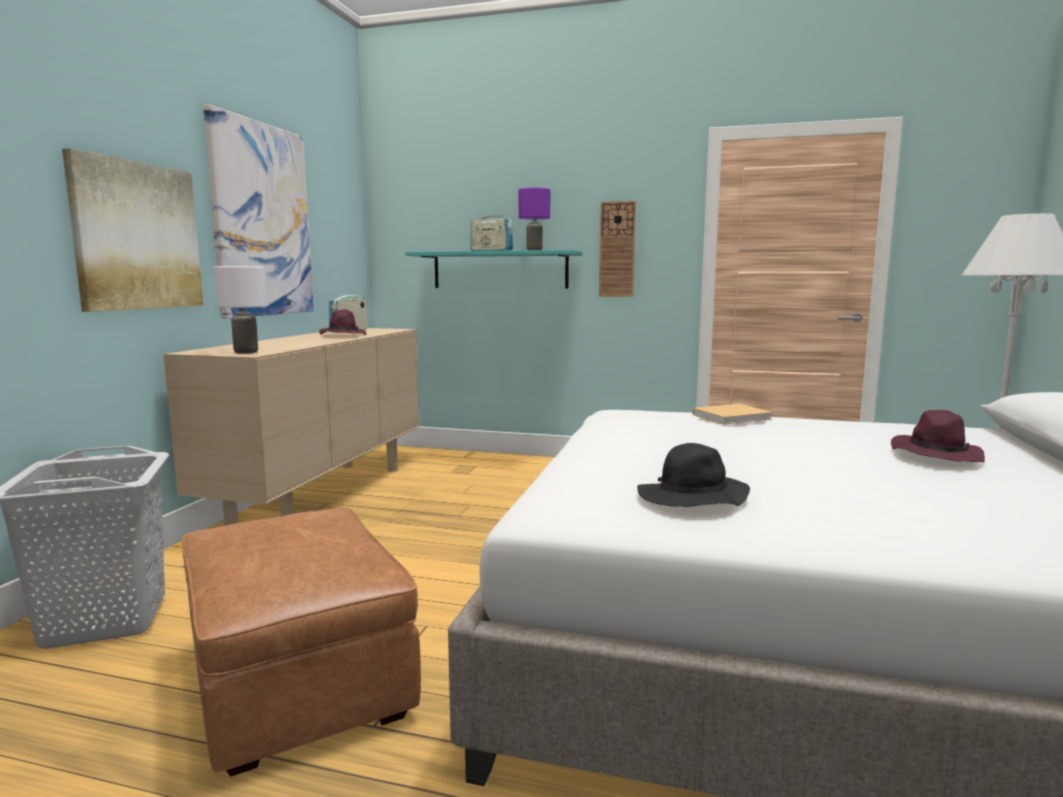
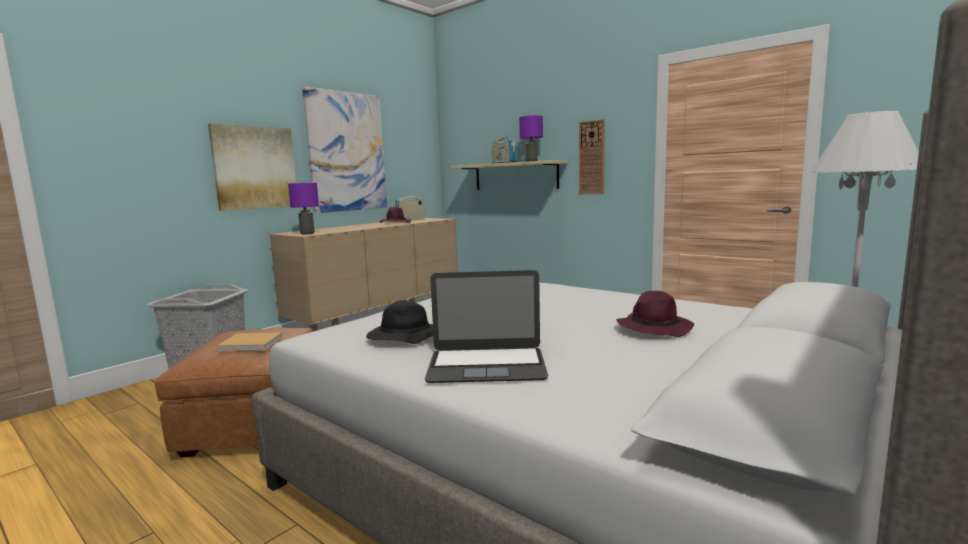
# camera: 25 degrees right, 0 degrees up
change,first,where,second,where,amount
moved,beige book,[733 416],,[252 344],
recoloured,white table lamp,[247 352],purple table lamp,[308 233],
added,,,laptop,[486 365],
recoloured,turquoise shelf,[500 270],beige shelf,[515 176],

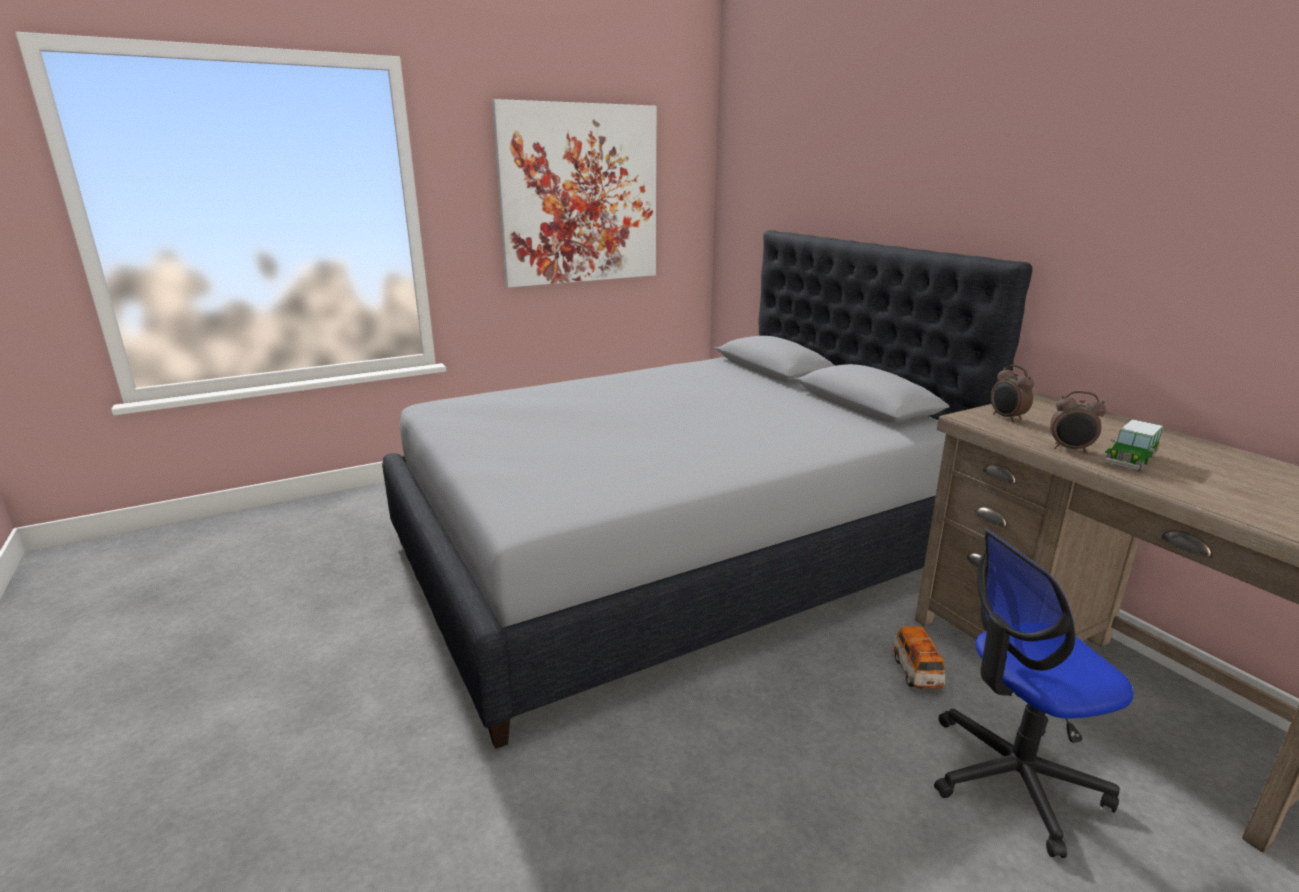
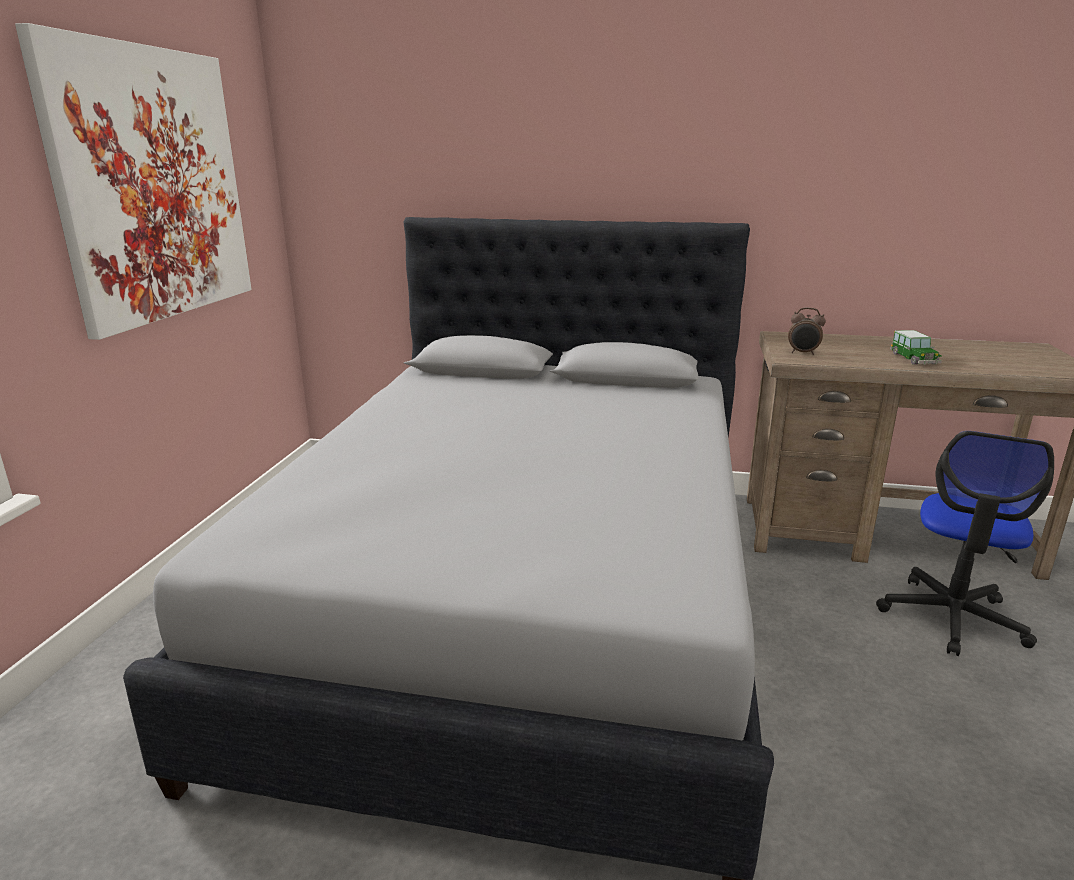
# camera: 50 degrees left, 0 degrees up
change,first,where,second,where,amount
removed,toy car,[916 671],,,
removed,alarm clock,[1070 449],,,

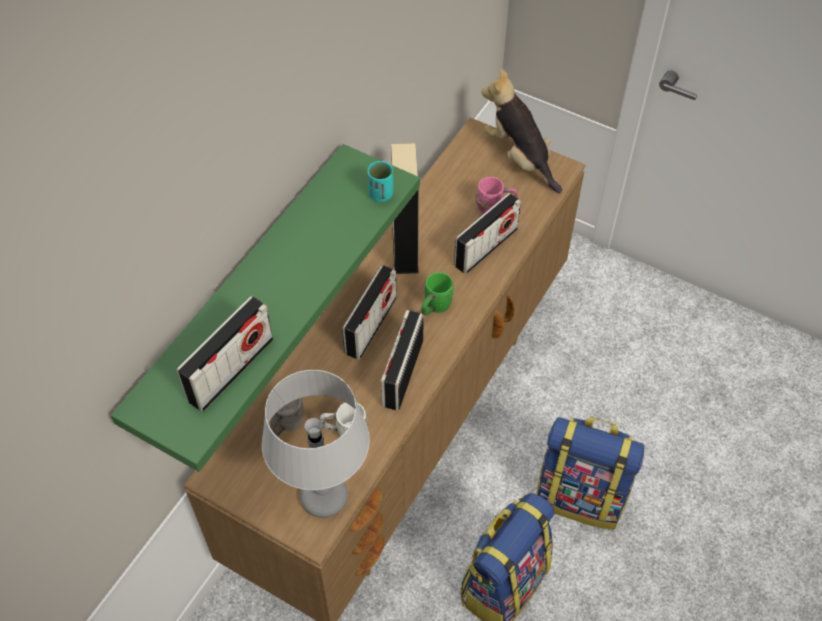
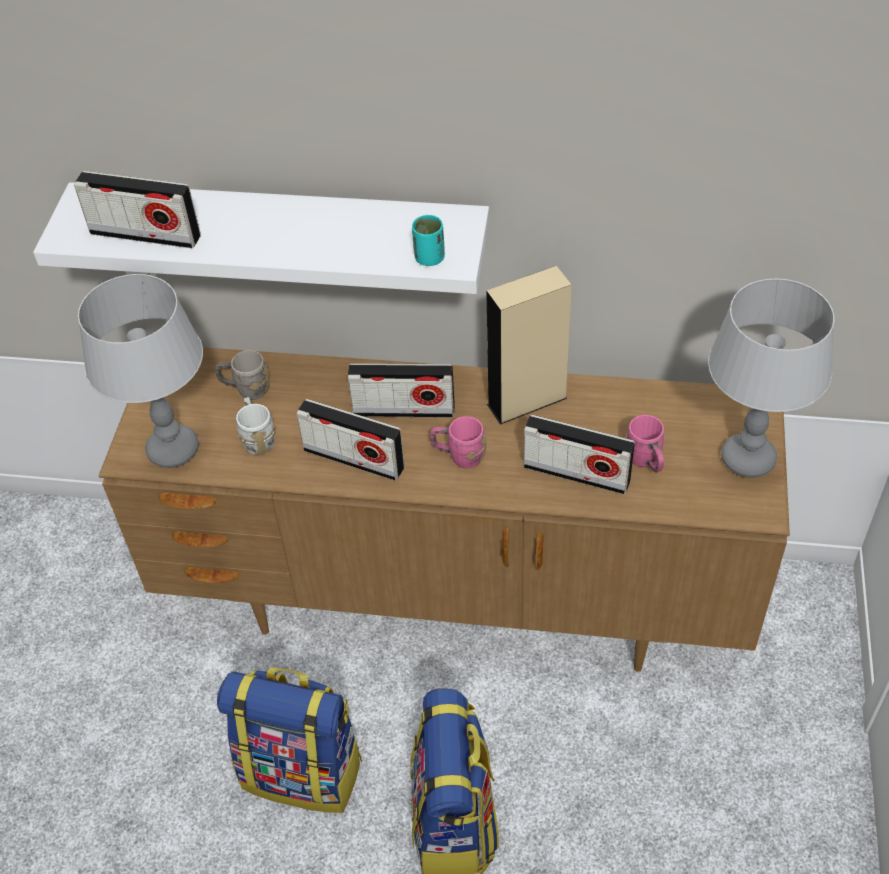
# camera: 70 degrees right, 5 degrees down
change,first,where,second,where,amount
recoloured,green shelf,[242 293],white shelf,[281 232],
turned,radio,[402 373],,[354 458],150 degrees counterclockwise
recoloured,green mug,[435 307],pink mug,[459 456],
replaced,plush toy,[519 158],grey table lamp,[747 459],

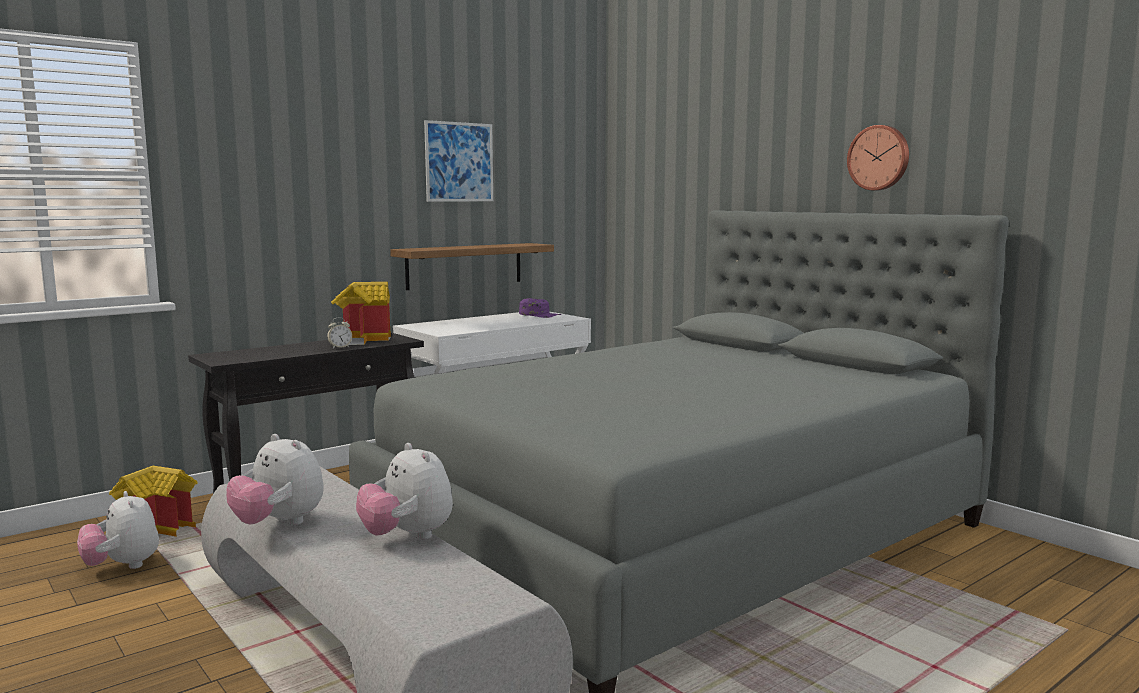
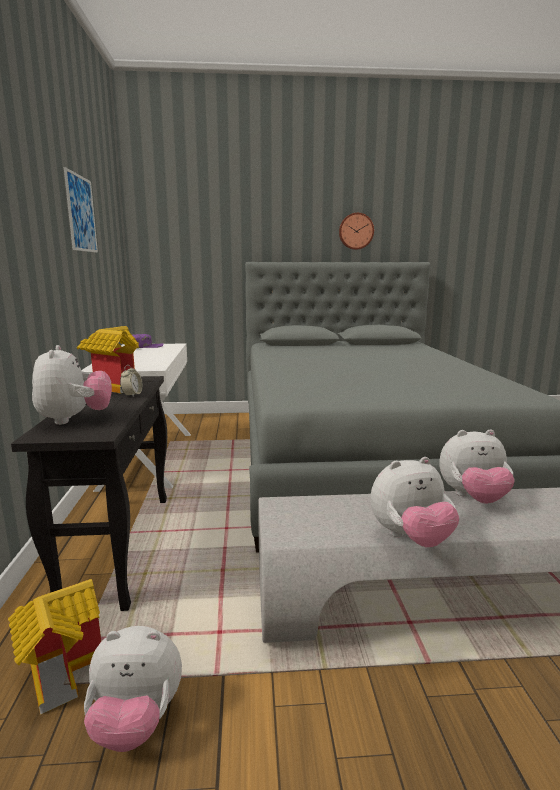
# camera: 55 degrees left, 5 degrees up
change,first,where,second,where,amount
added,,,plush toy,[74 419],
removed,shelf,[465 265],,,

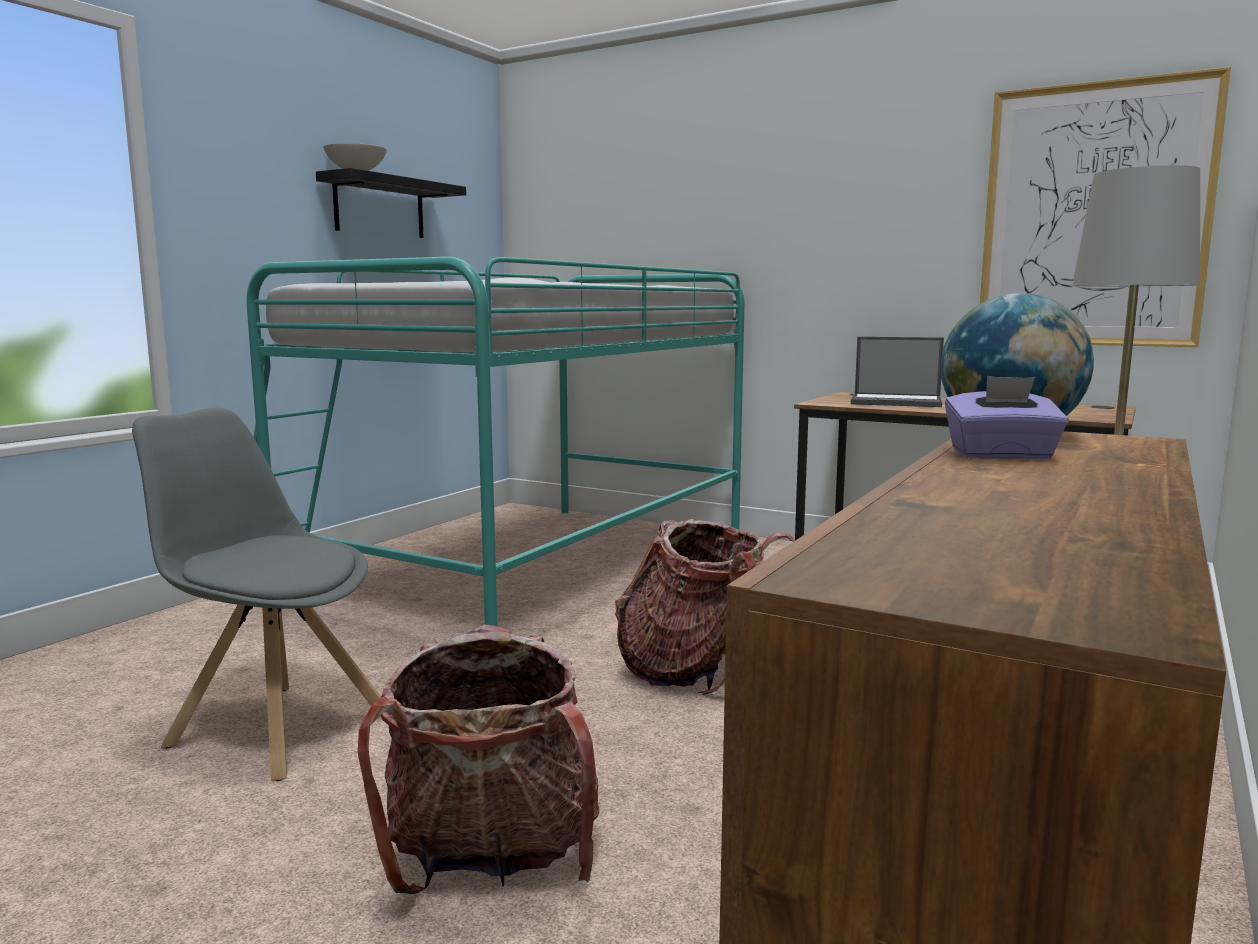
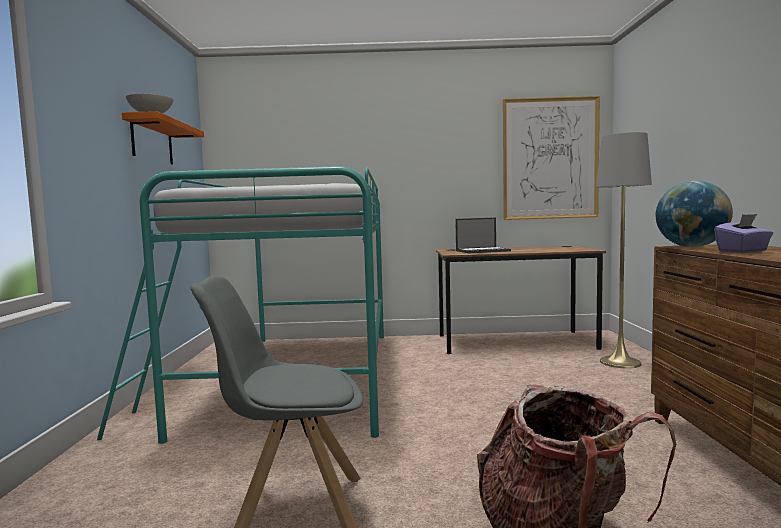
# camera: 30 degrees left, 5 degrees down
change,first,where,second,where,amount
recoloured,black shelf,[379 207],orange shelf,[152 142],
removed,backpack,[697 671],,,

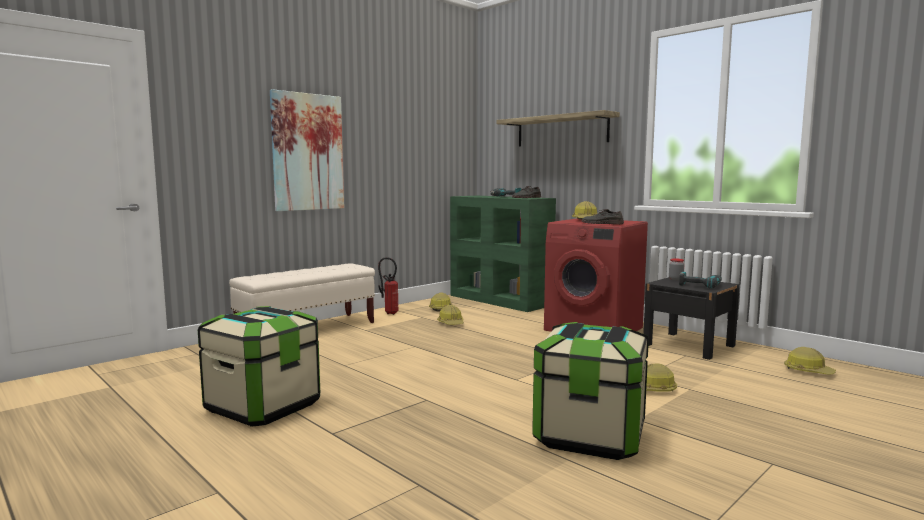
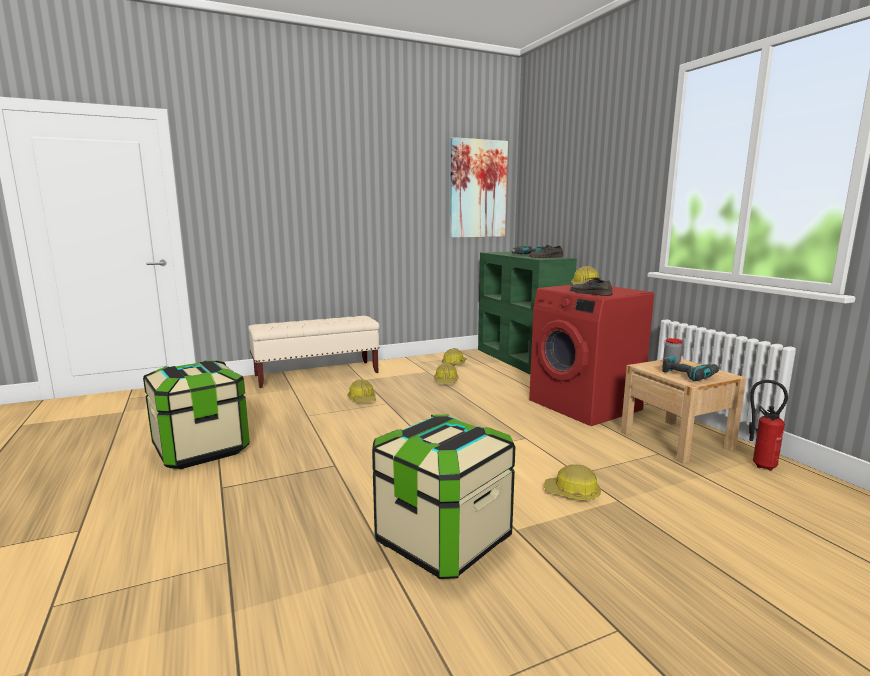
# camera: 20 degrees right, 5 degrees up
change,first,where,second,where,amount
moved,hard hat,[808 371],,[362 399],
moved,picture,[307 152],,[478 189],
recoloured,black nightstand,[688 345],beige nightstand,[676 440],
moved,fire extinguisher,[389 313],,[759 465],
removed,shelf,[561 130],,,

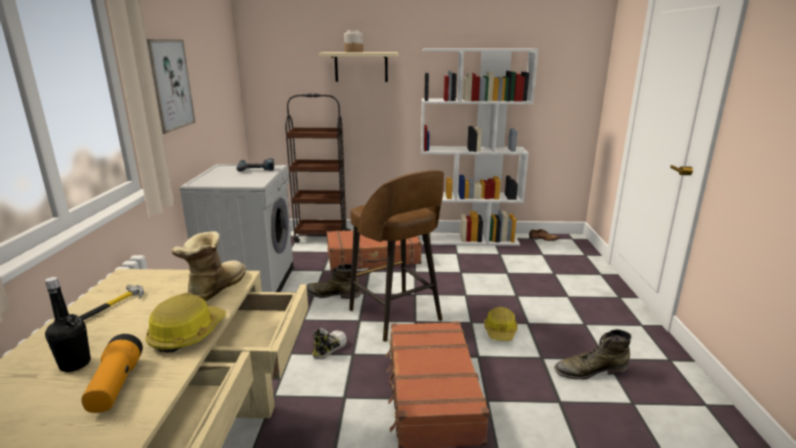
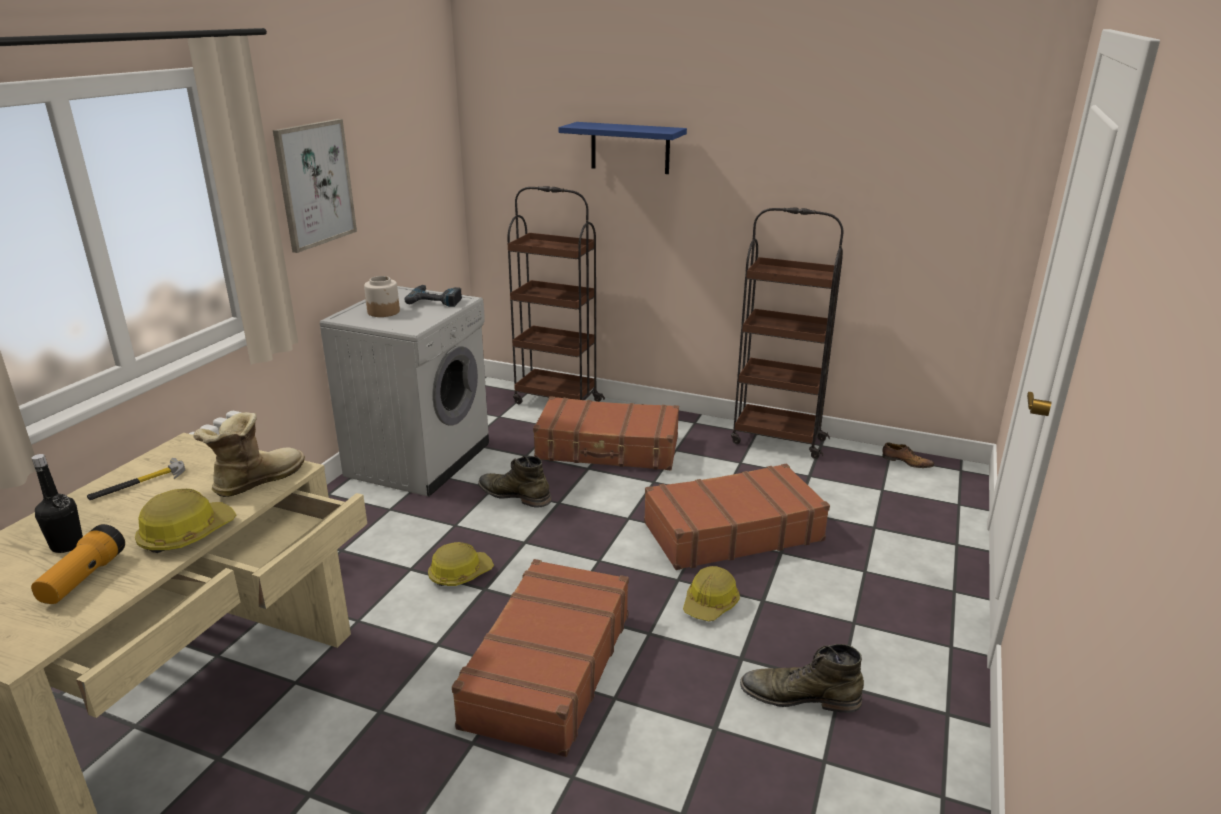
# camera: 20 degrees right, 5 degrees up
change,first,where,second,where,amount
moved,jar,[354 52],,[384 312],
replaced,shoe,[328 348],hard hat,[460 574],
recoloured,beige shelf,[361 67],blue shelf,[630 148],
added,,,brown suitcase,[731 531],
replaced,white bookcase,[468 239],brown cart,[777 441],
removed,brown stool,[396 316],,,

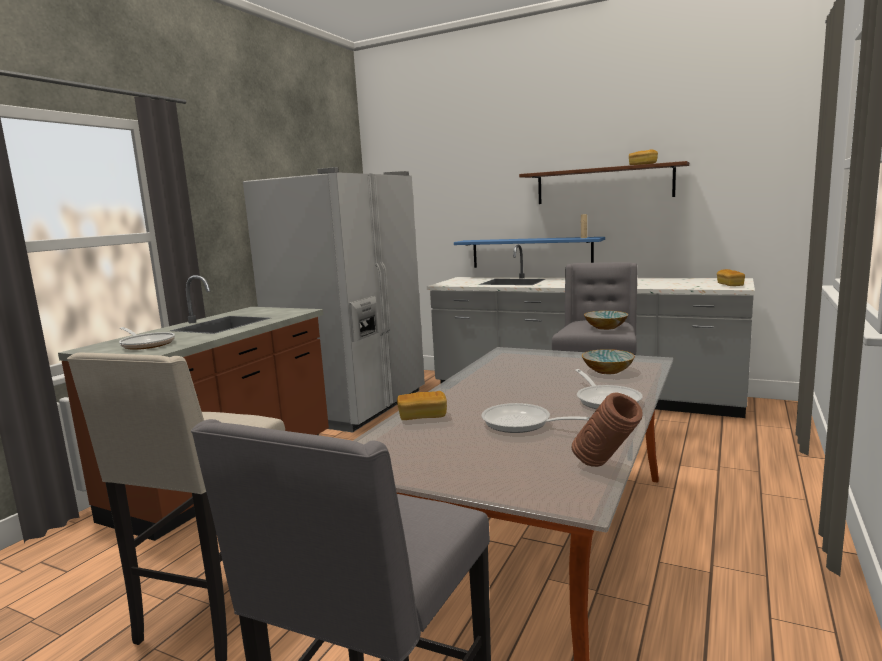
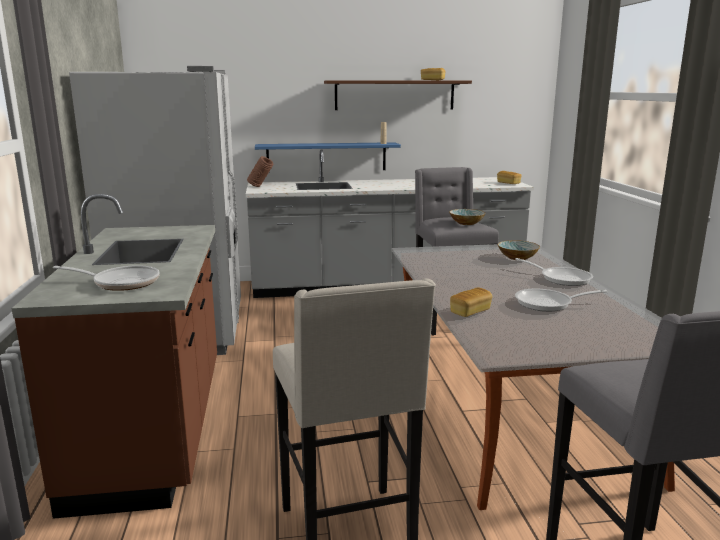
# camera: 35 degrees left, 5 degrees up
change,first,where,second,where,amount
moved,brown vase,[606 467],,[261 187],

